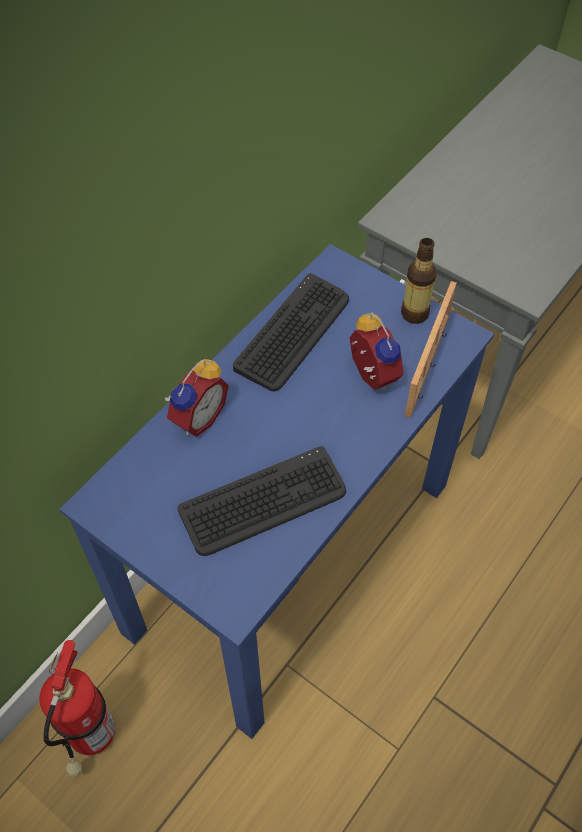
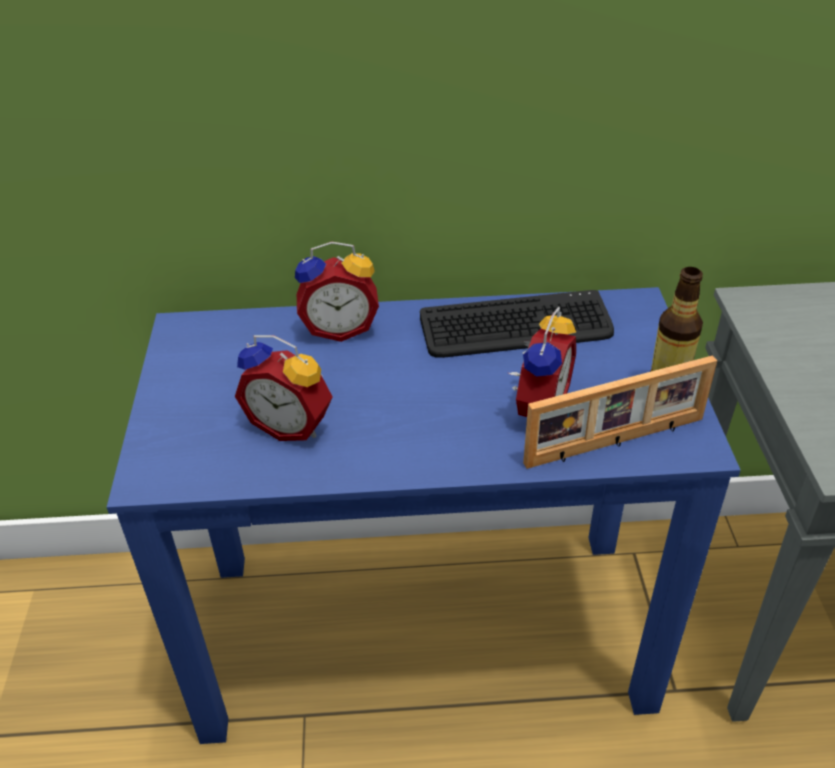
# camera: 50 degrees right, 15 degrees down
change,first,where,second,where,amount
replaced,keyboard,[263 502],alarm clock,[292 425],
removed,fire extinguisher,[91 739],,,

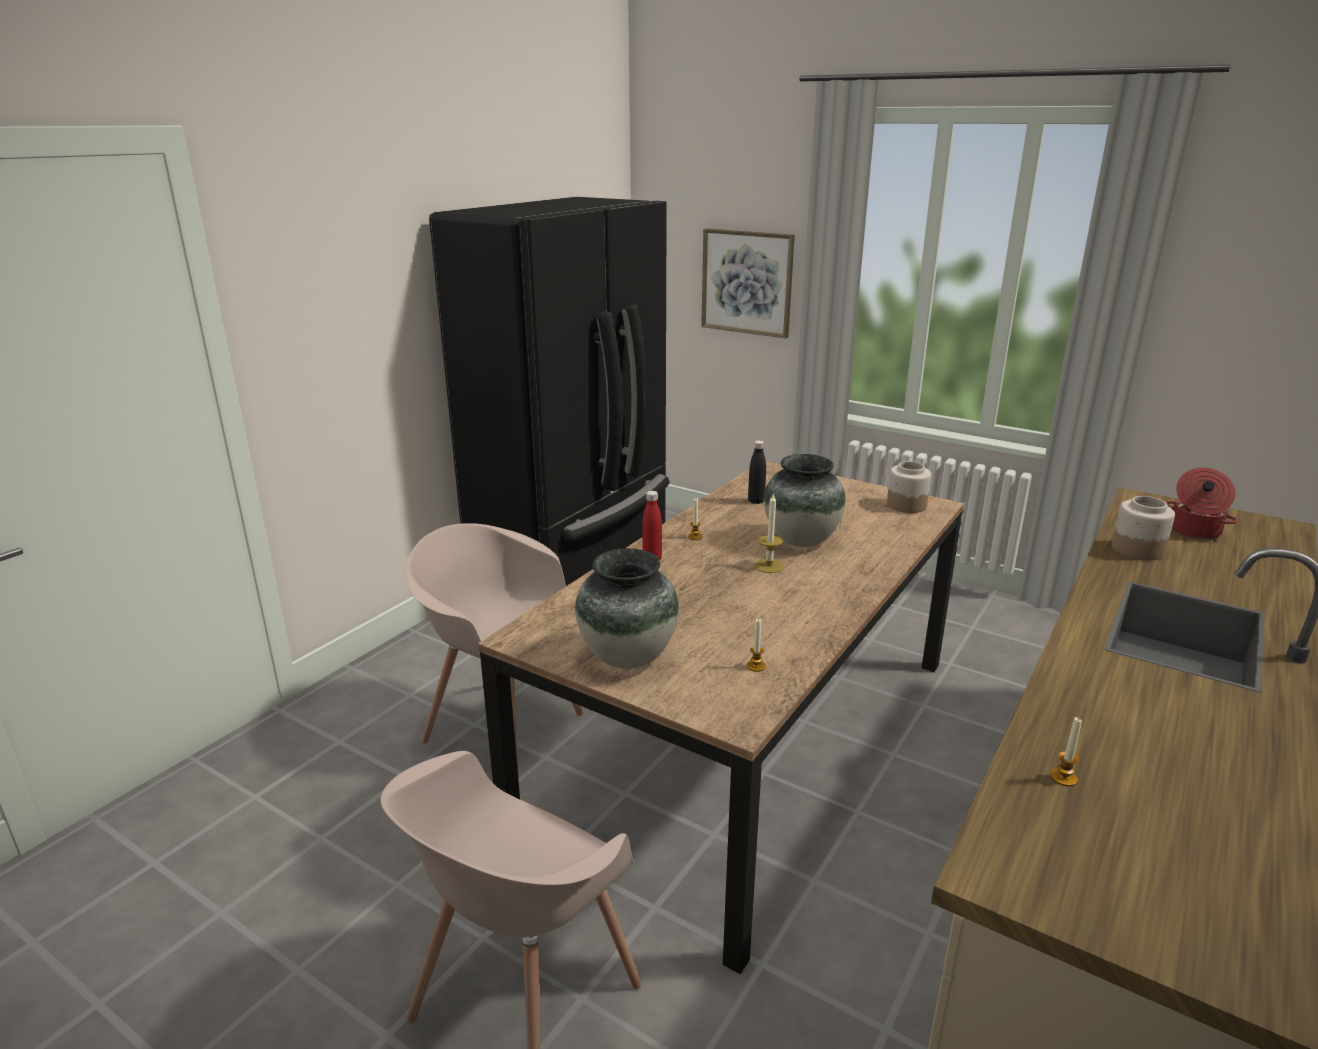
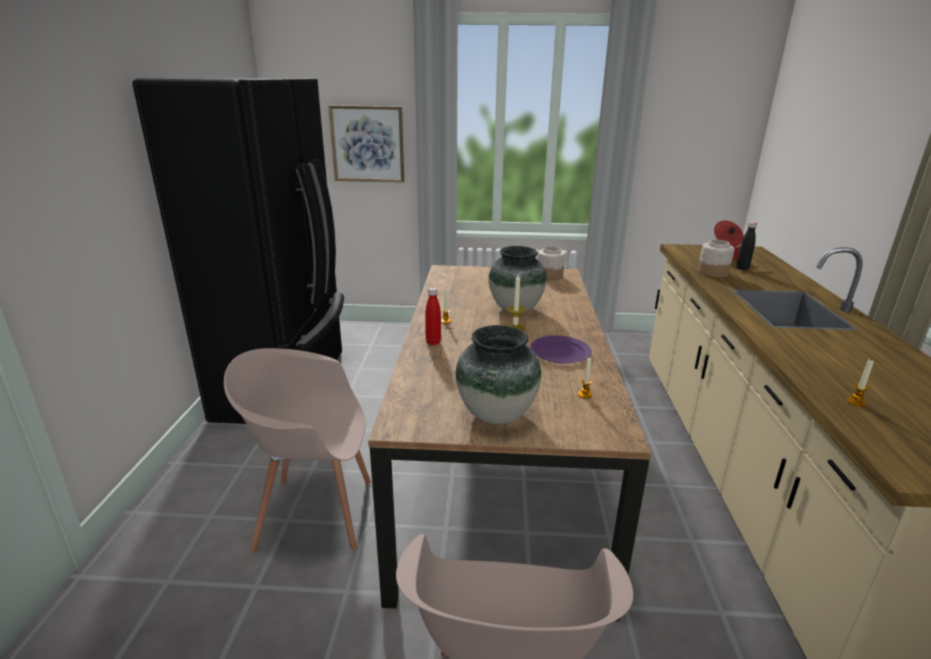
# camera: 30 degrees left, 0 degrees up
change,first,where,second,where,amount
added,,,purple plate,[559 352],
moved,black bottle,[756 501],,[742 268],

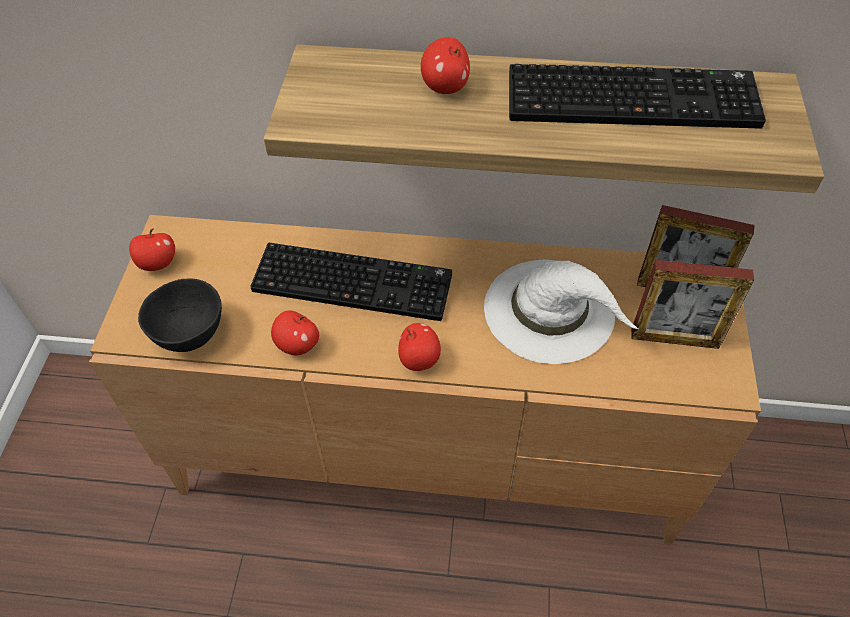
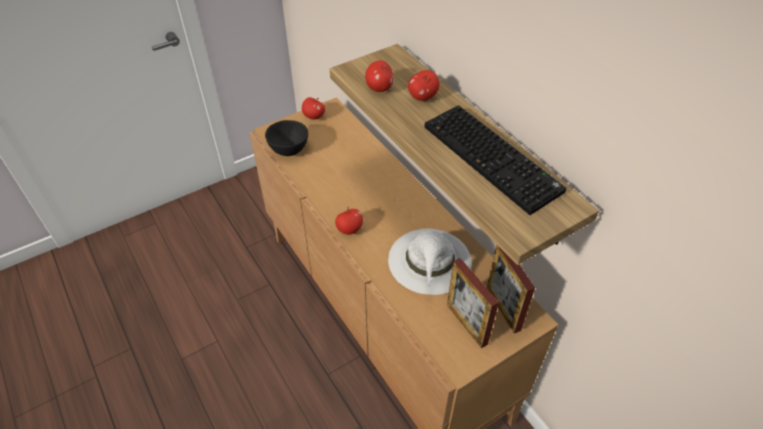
# camera: 50 degrees right, 5 degrees down
change,first,where,second,where,amount
moved,apple,[297 345],,[379 88],
removed,keyboard,[355 281],,,

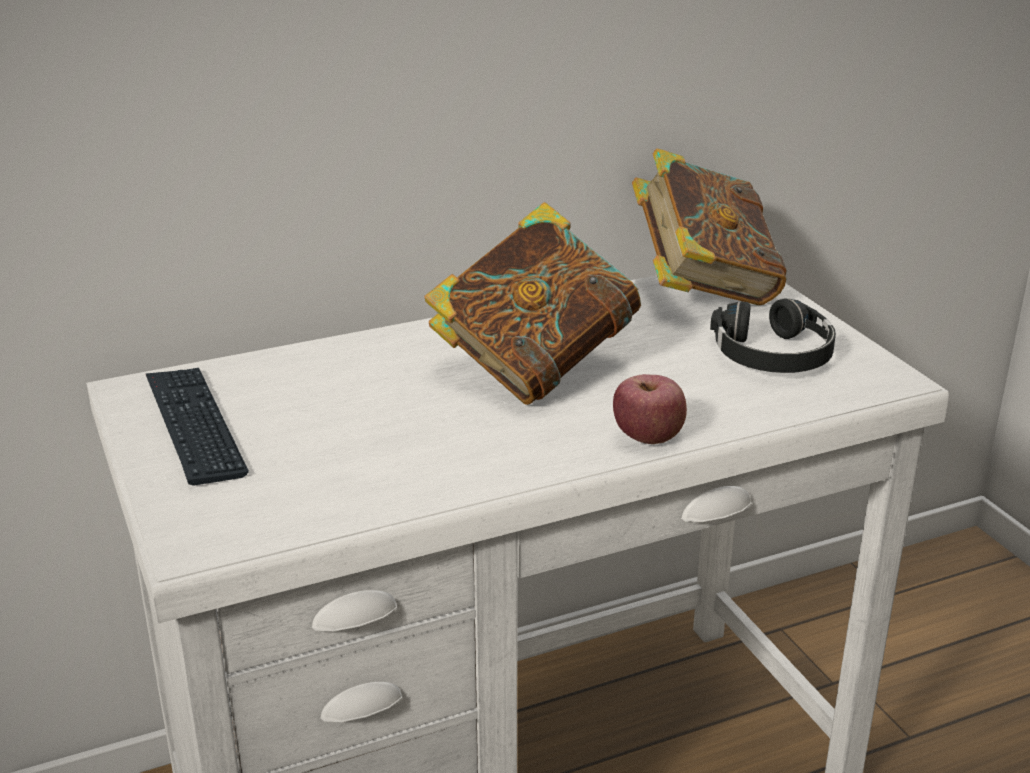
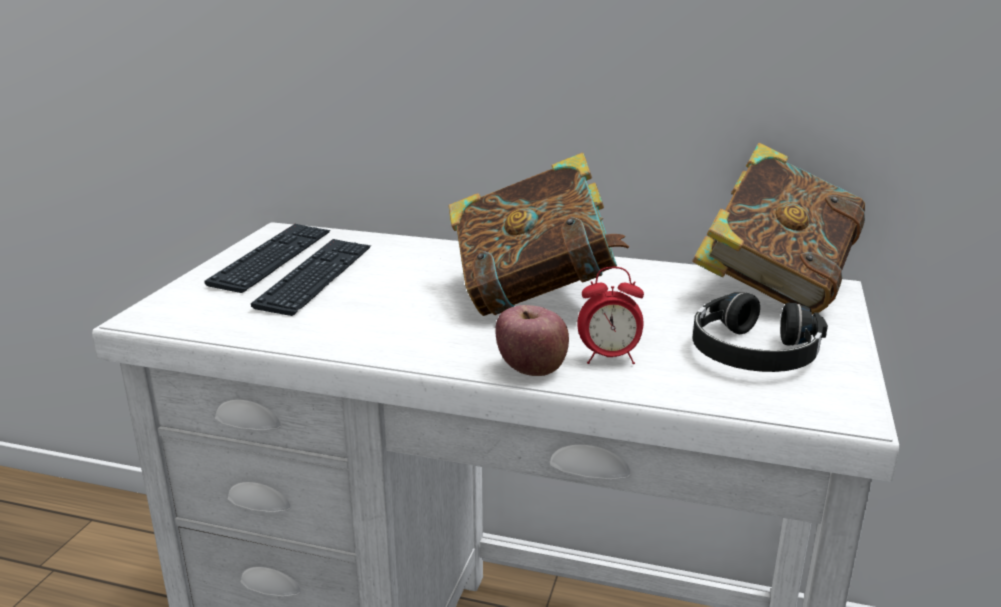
# camera: 40 degrees right, 5 degrees down
change,first,where,second,where,amount
added,,,keyboard,[316 277],
added,,,alarm clock,[609 358],

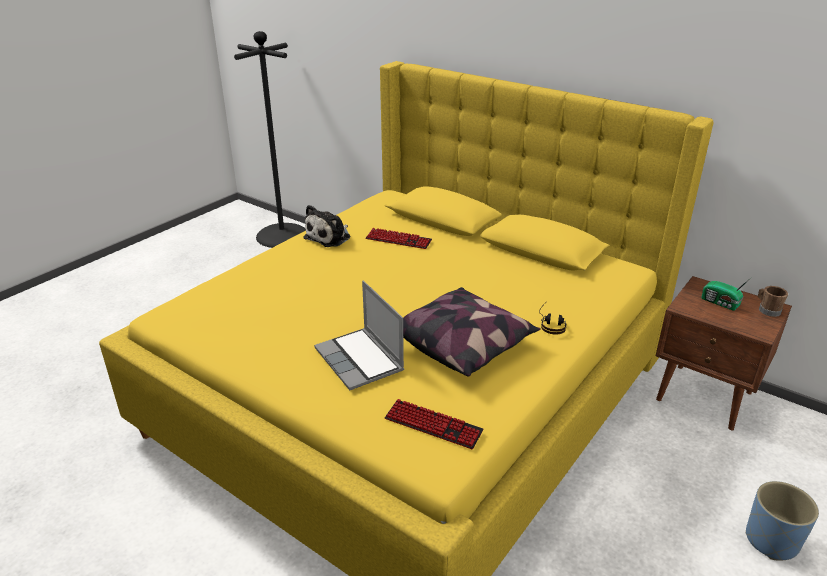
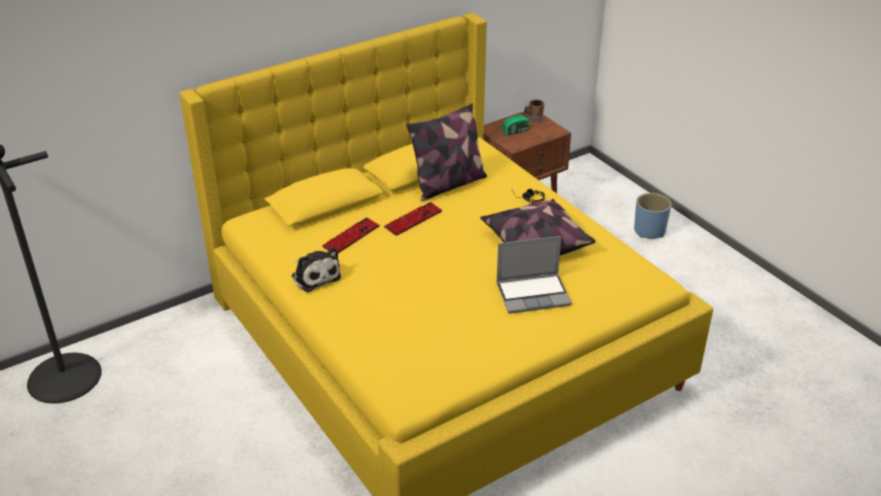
# camera: 70 degrees left, 5 degrees up
change,first,where,second,where,amount
moved,keyboard,[433 425],,[413 220],
added,,,pillow,[448 184],

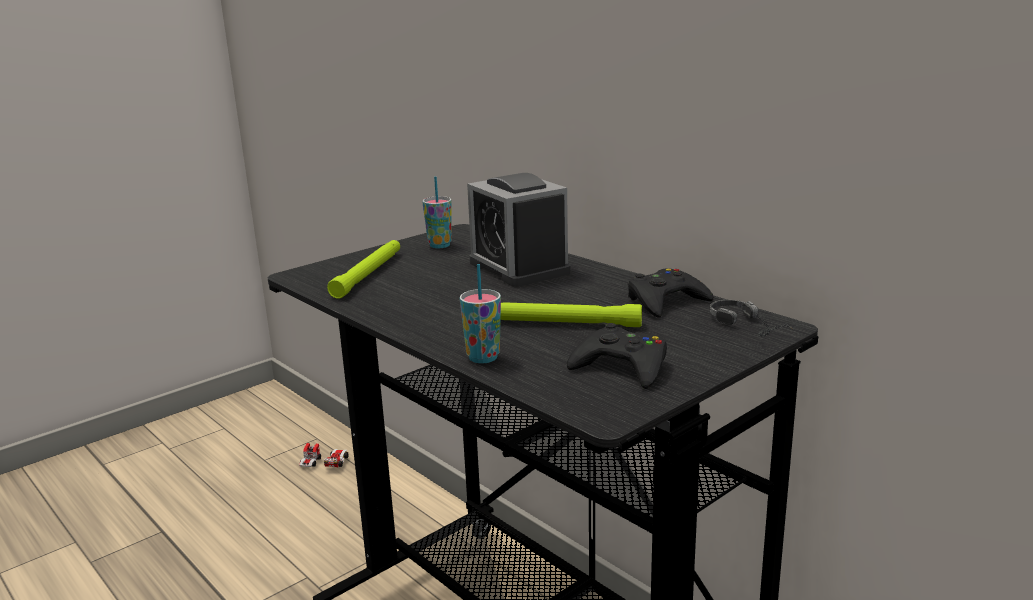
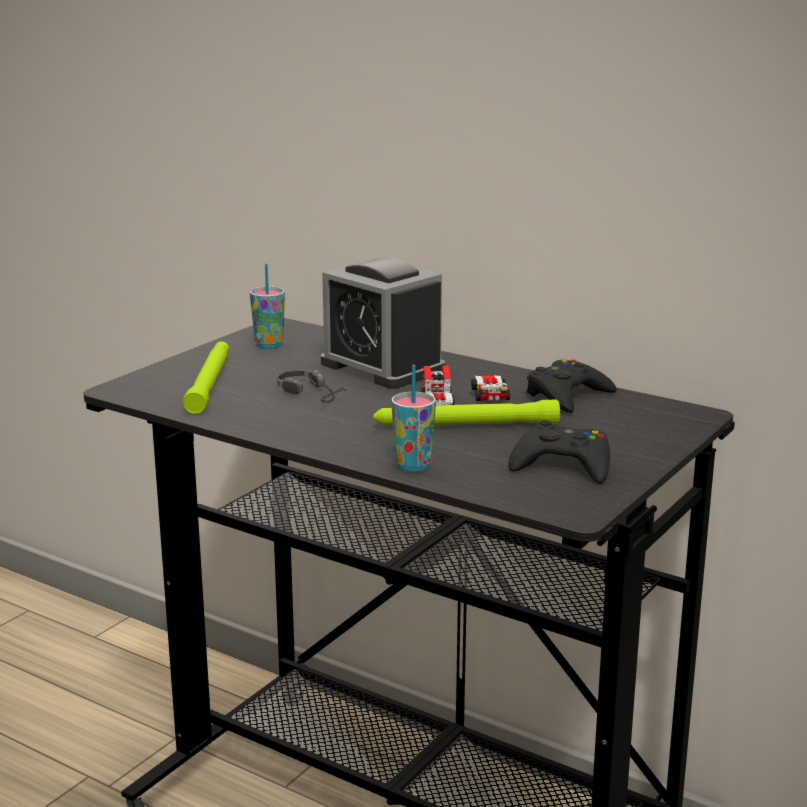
# camera: 15 degrees left, 0 degrees up
change,first,where,second,where,amount
moved,headphones,[757 331],,[322 398],
moved,toy car,[324 463],,[464 400],

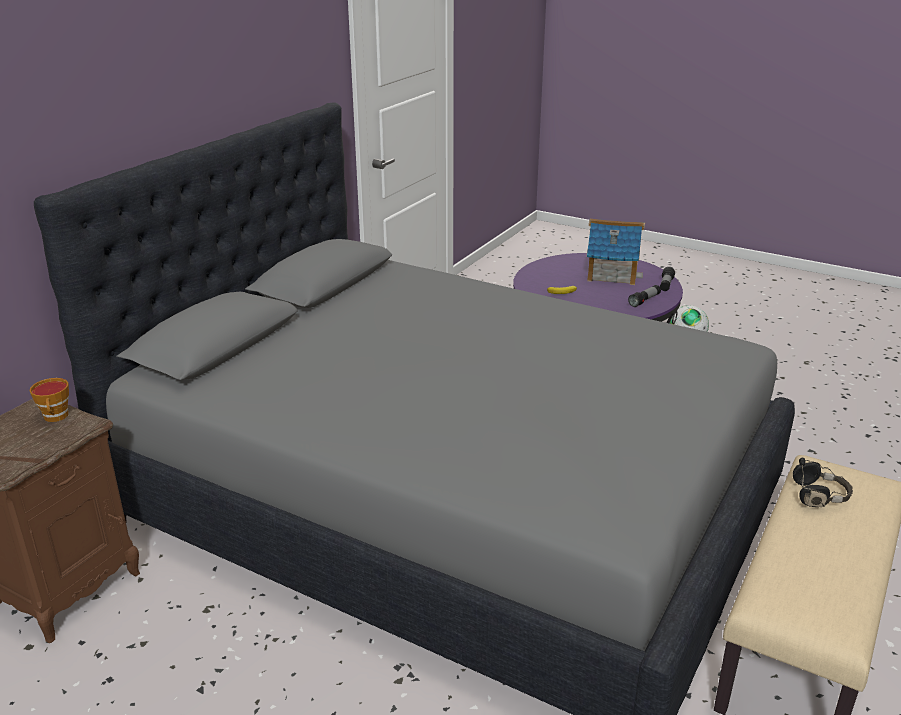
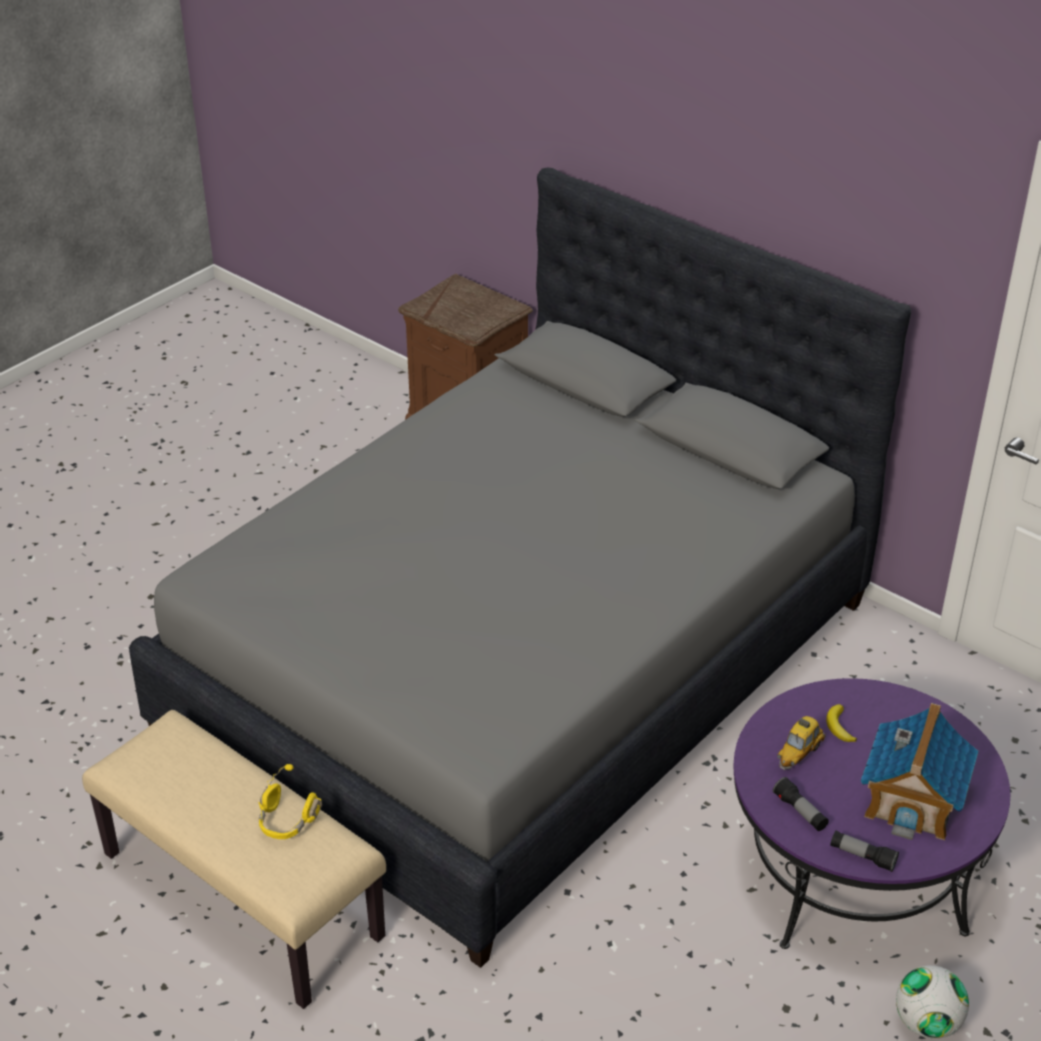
# camera: 100 degrees right, 10 degrees up
change,first,where,second,where,amount
recoloured,black headphones,[819 496],yellow headphones,[287 821],
added,,,toy car,[799 753],
removed,cup,[56 417],,,

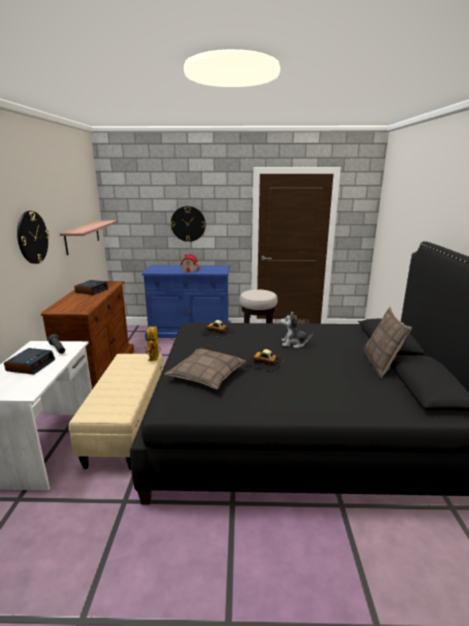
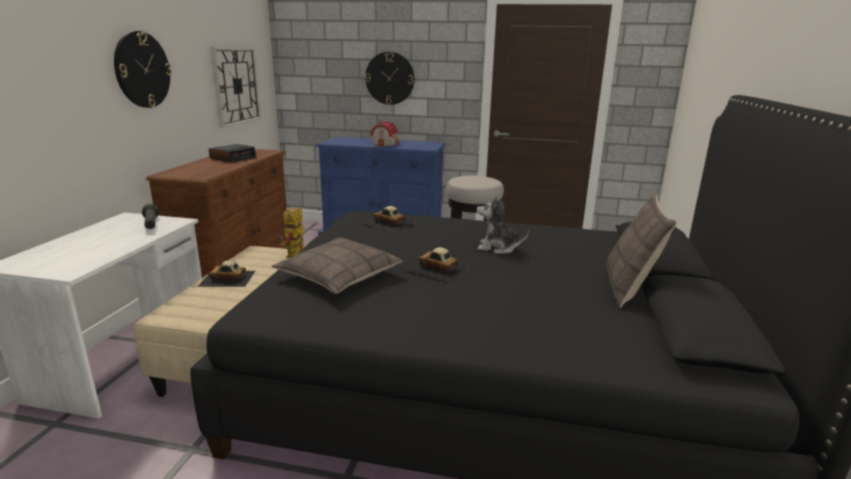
# camera: 10 degrees right, 0 degrees up
change,first,where,second,where,amount
added,,,toy car,[227 278],
replaced,shelf,[82 236],wall clock,[236 86],
removed,alarm clock,[31 365],,,

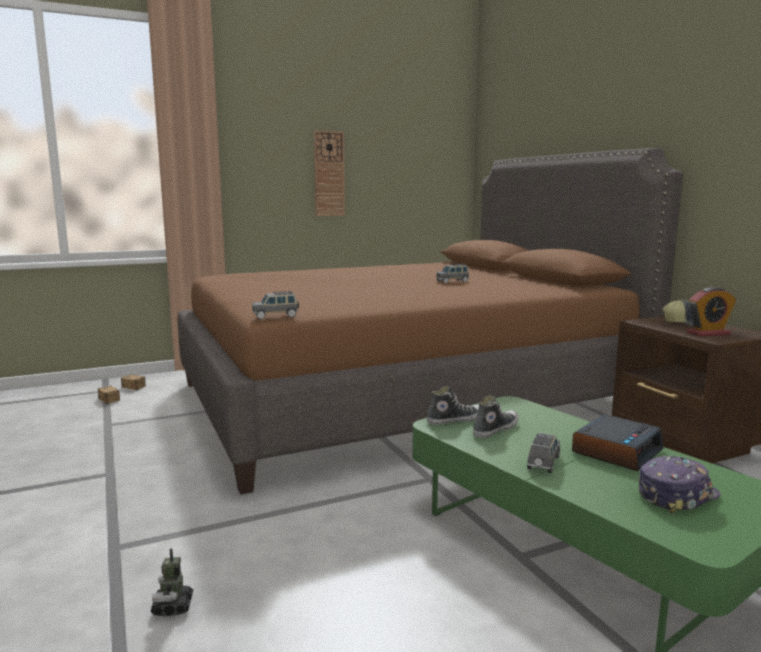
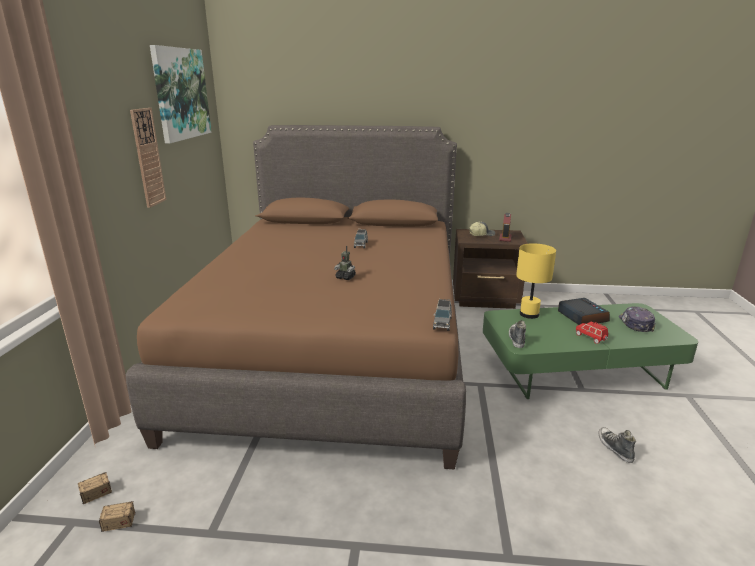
# camera: 60 degrees left, 10 degrees up
change,first,where,second,where,amount
added,,,picture,[181 94],
moved,toy robot,[173 607],,[345 277],
added,,,yellow table lamp,[528 314],
recoloured,grey toy car,[543 463],red toy car,[591 337],
moved,shoe,[495 429],,[614 448],

